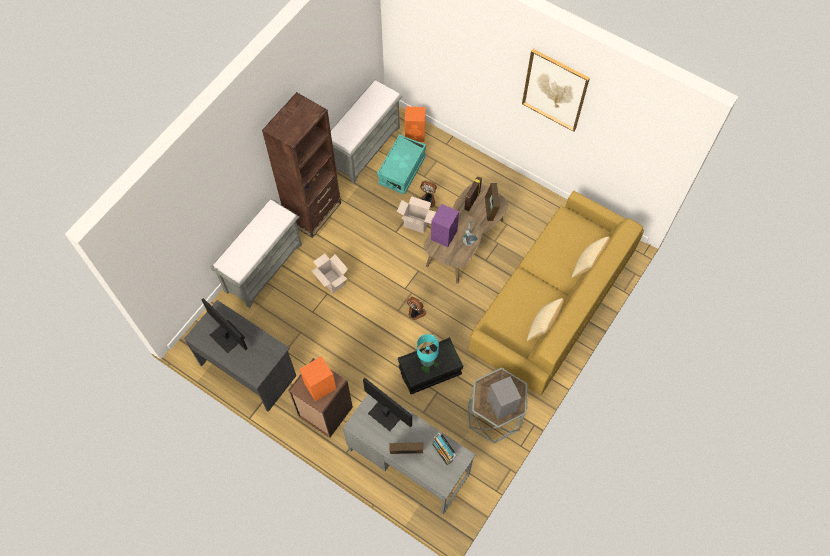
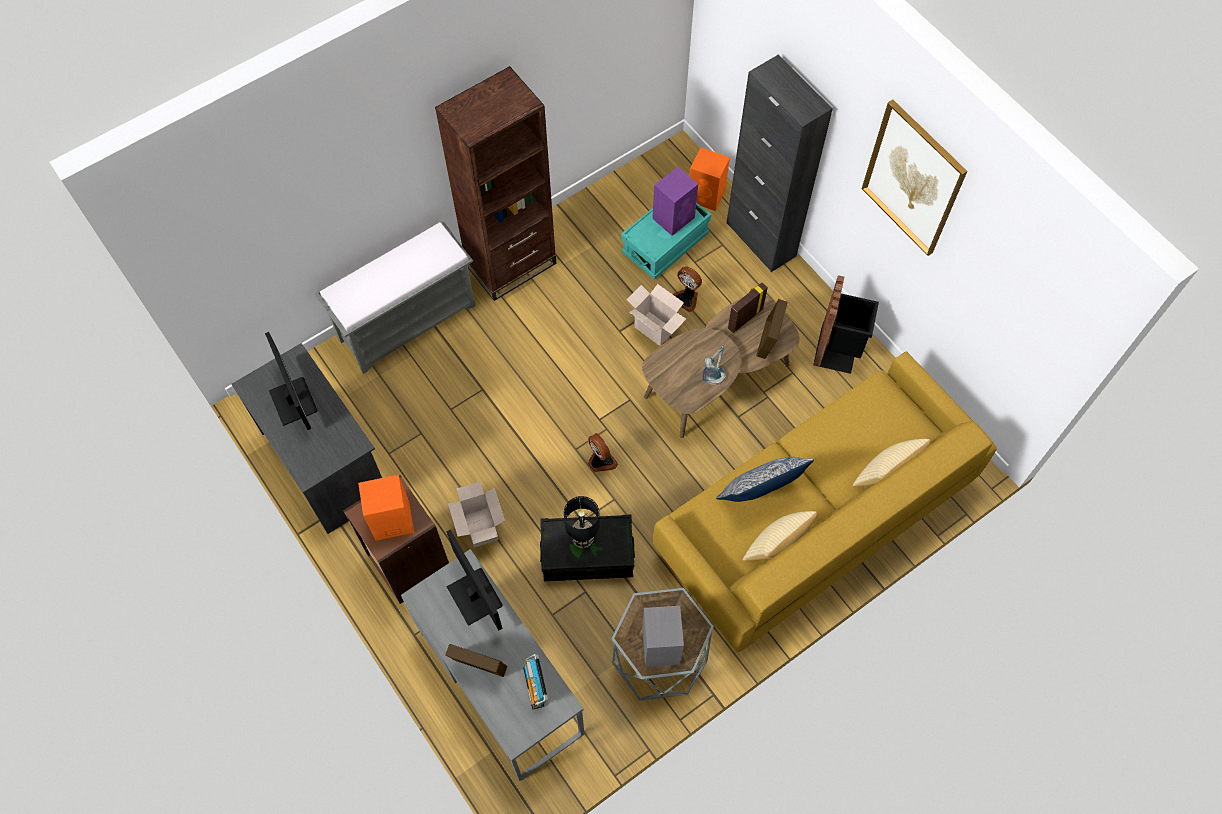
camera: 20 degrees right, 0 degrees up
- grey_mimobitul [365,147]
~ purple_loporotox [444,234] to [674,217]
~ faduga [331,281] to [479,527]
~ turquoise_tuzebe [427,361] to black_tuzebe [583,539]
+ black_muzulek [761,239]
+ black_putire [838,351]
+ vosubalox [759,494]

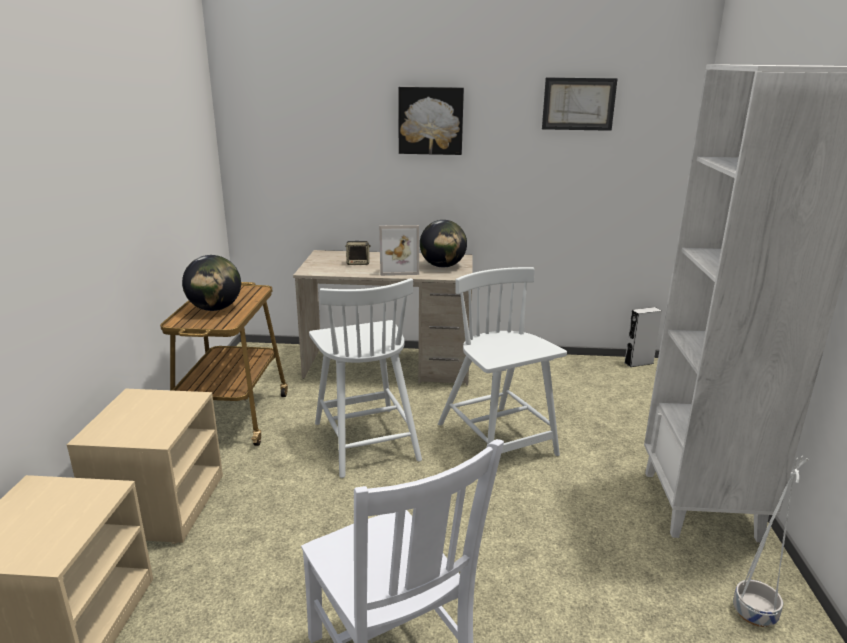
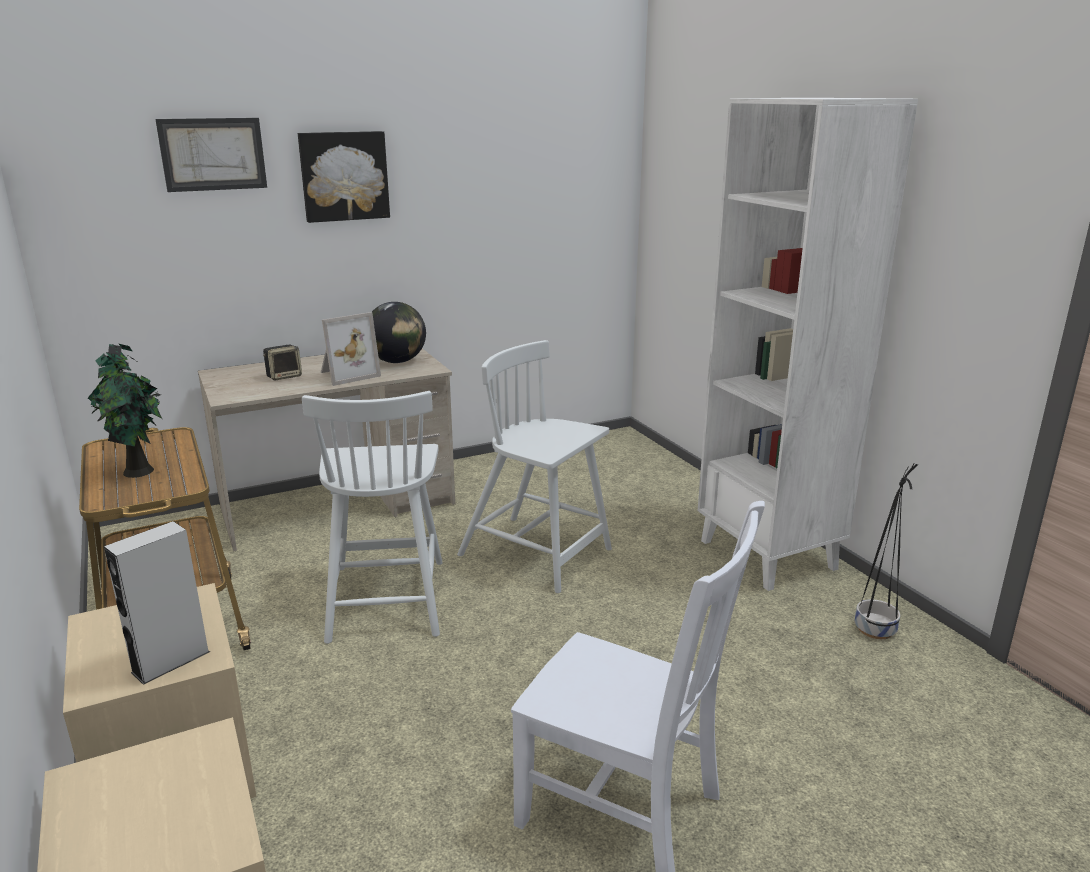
camera: 30 degrees left, 0 degrees up
~ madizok [578,104] to [213,154]
~ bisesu [215,309] to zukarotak [140,472]
~ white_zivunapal [365,439] = [386,598] 45 degrees clockwise
~ grey_loporotox [638,363] to [171,662]
~ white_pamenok [755,613] to black_pamenok [875,630]

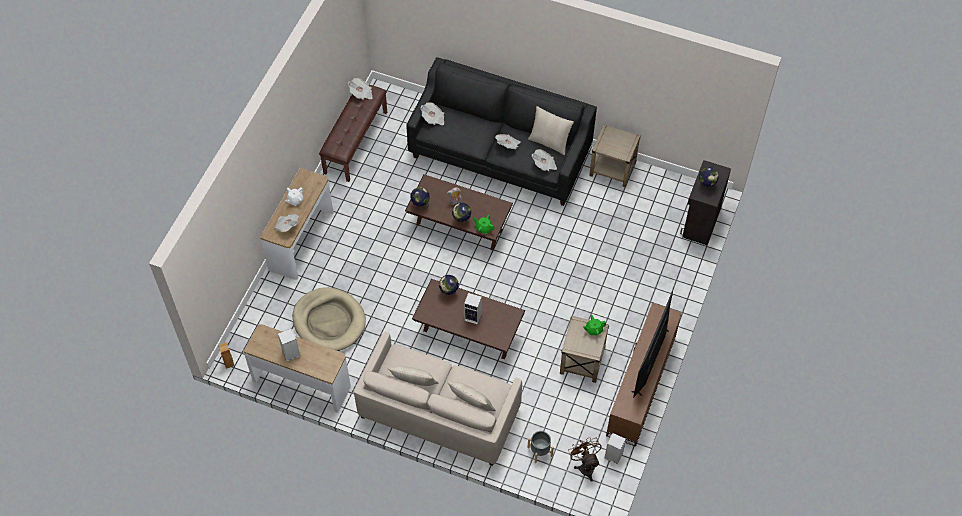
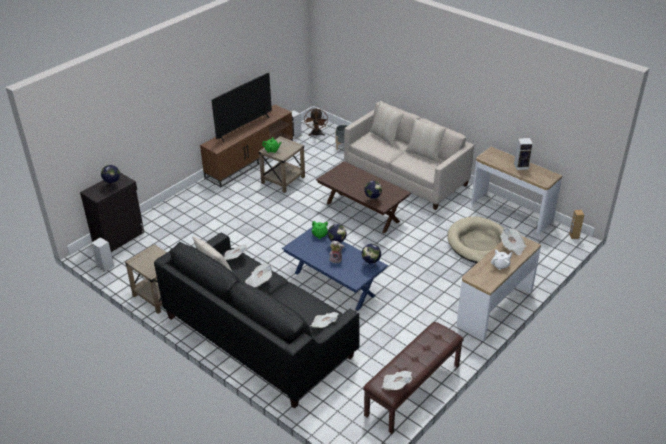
camera: 160 degrees left, 20 degrees down
~ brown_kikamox [459,226] to blue_kikamox [334,284]
~ loporotox [473,317] to [104,266]

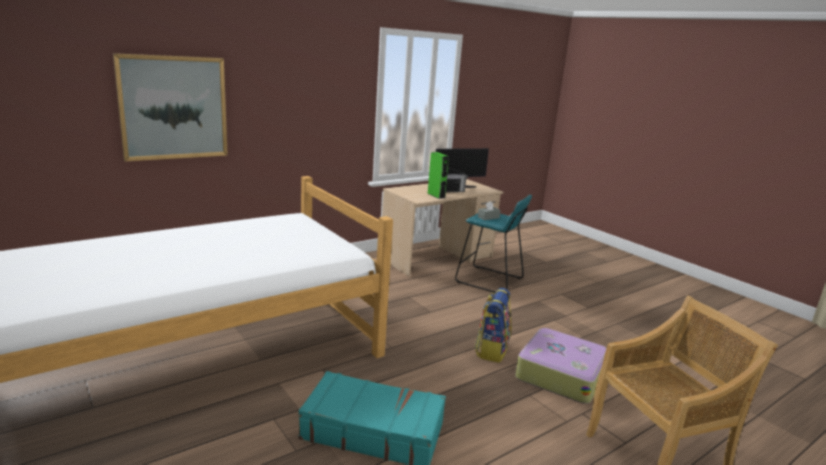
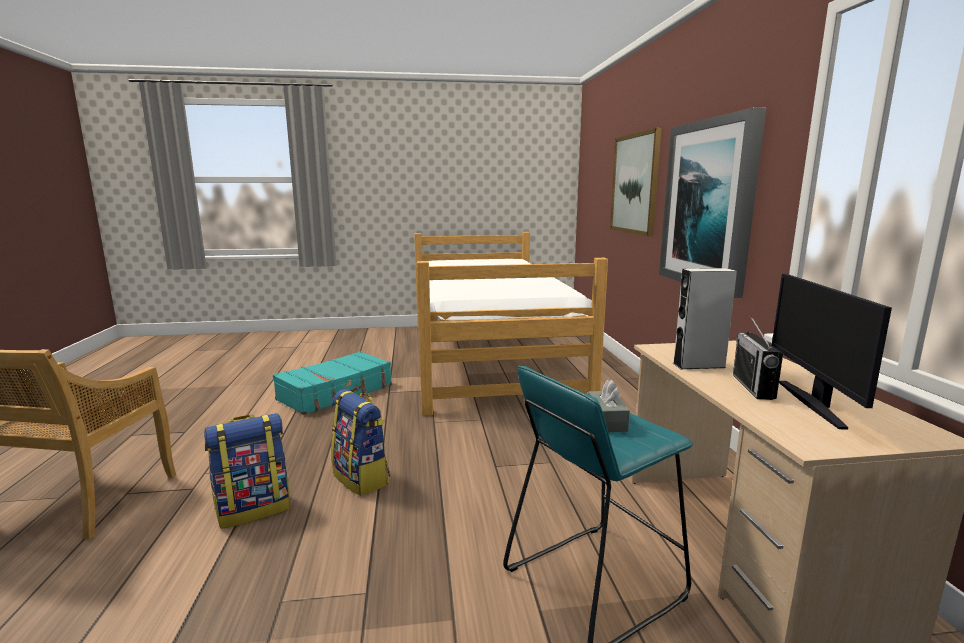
camera: 120 degrees right, 5 degrees down
~ green_loporotox [436,195] to grey_loporotox [699,365]
~ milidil [560,374] to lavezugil [254,508]
+ madizok [709,204]

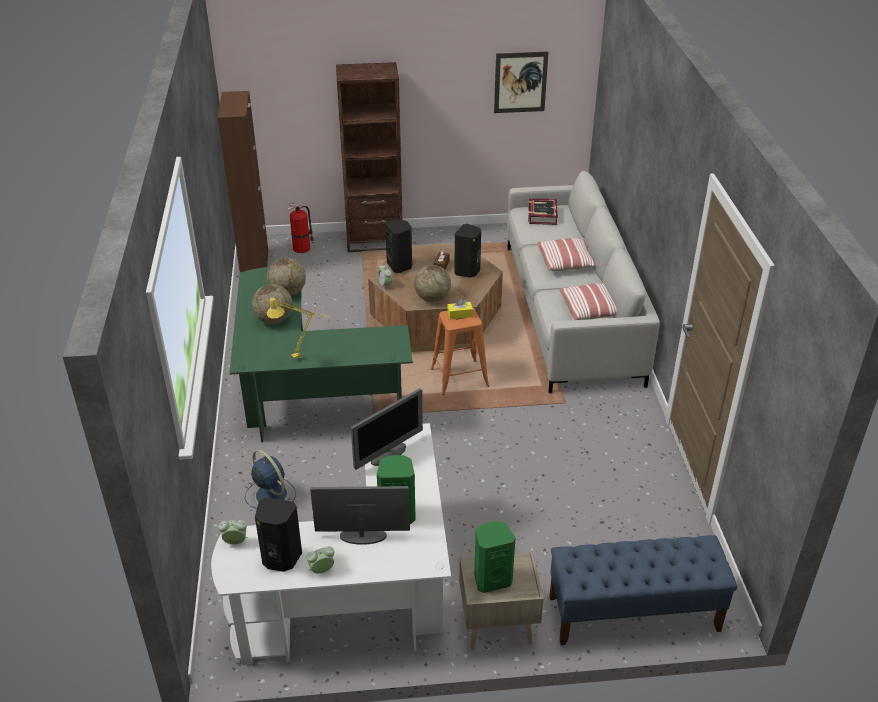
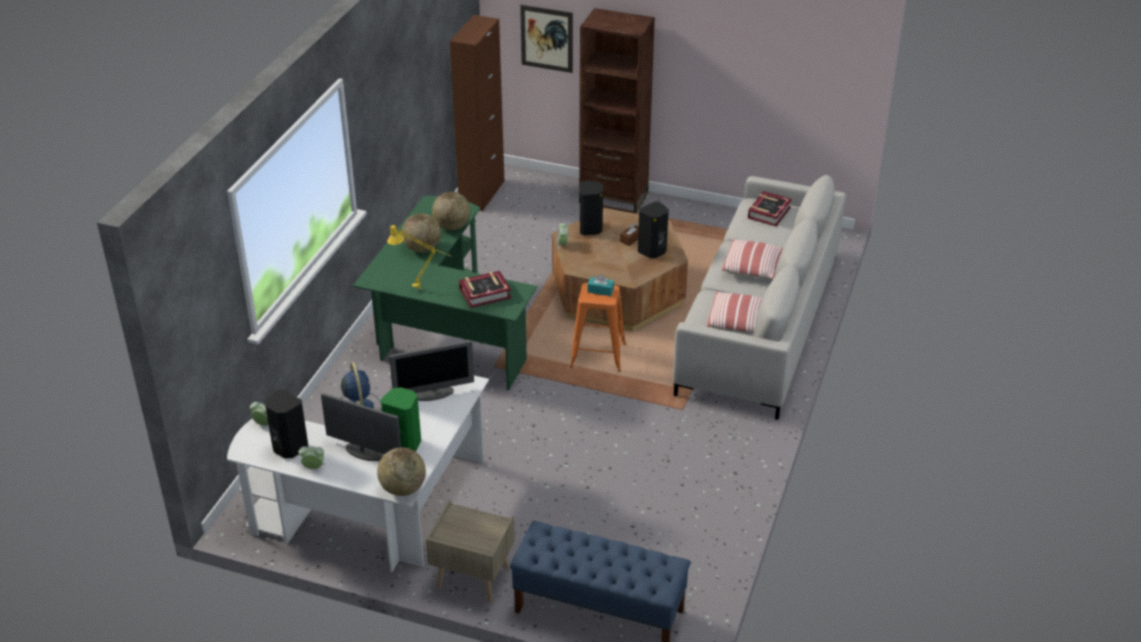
camera: 25 degrees right, 0 degrees up
~ madizok [520,82] to [546,38]
- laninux [302,248]
~ bisesu [432,298] to [403,488]
~ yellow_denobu [460,314] to turquoise_denobu [600,290]
- green_loporotox [491,579]
+ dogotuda [485,293]

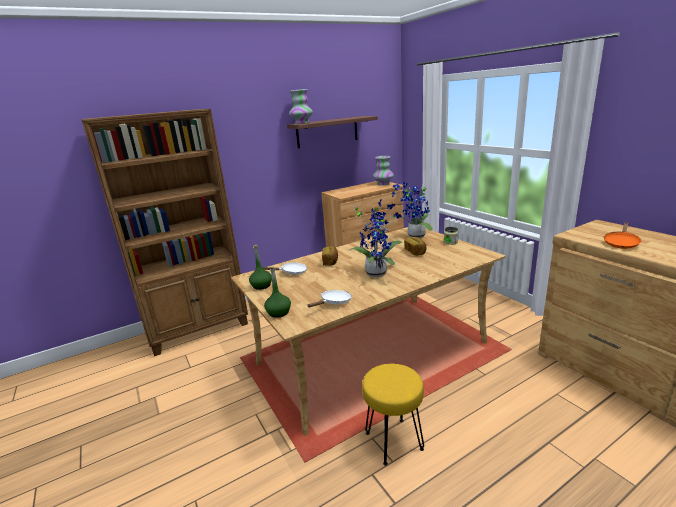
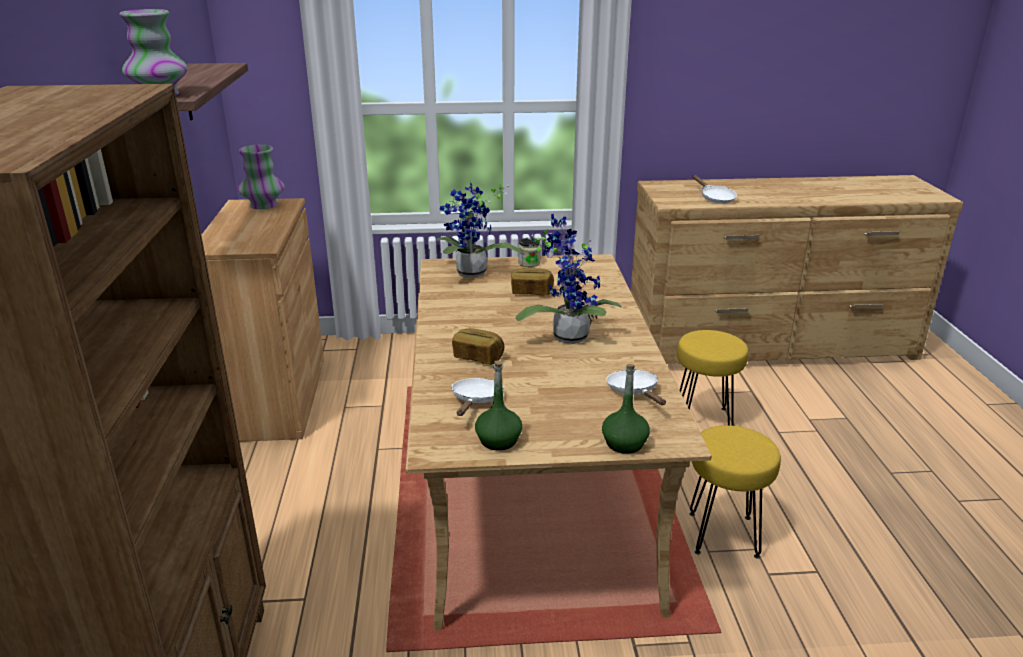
camera: 65 degrees left, 5 degrees up
~ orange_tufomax [621,243] to white_tufomax [715,198]
+ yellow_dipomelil [704,420]

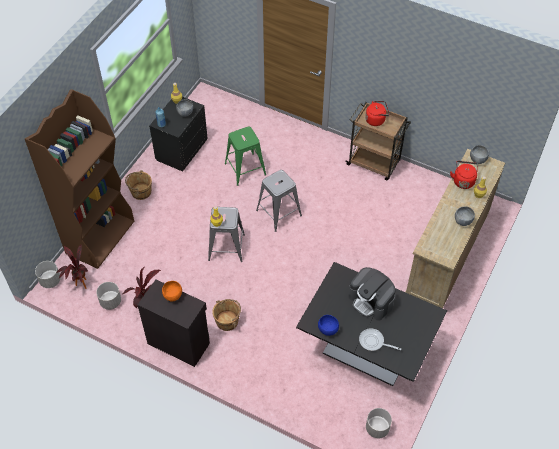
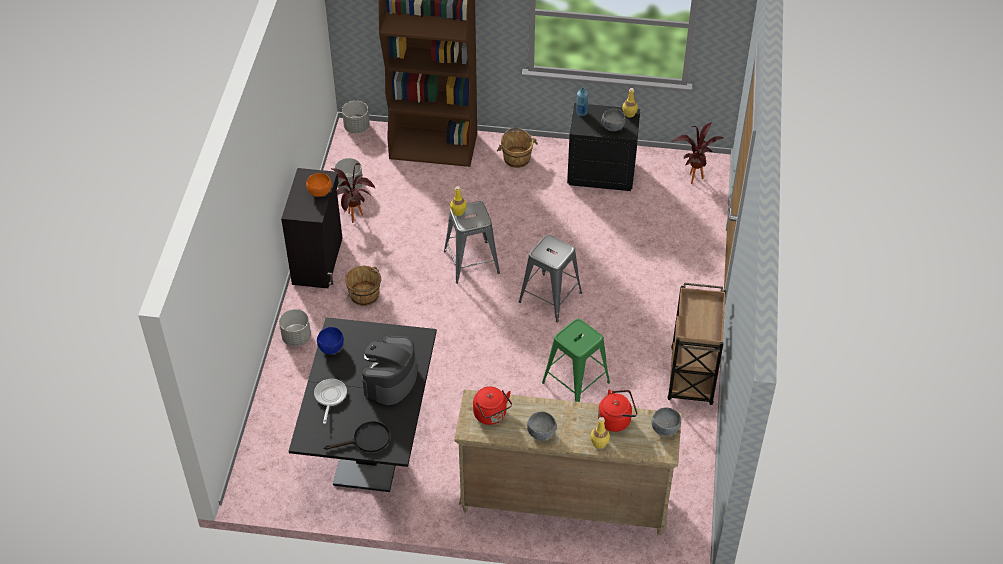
camera: 70 degrees right, 5 degrees down
~ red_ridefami [376,120] to [491,415]
~ green_dipomelil [245,169] to [575,382]
~ zukarotak [79,285] to [691,176]
~ grey_pamenok [377,428] to [296,337]
+ black_tufomax [366,440]

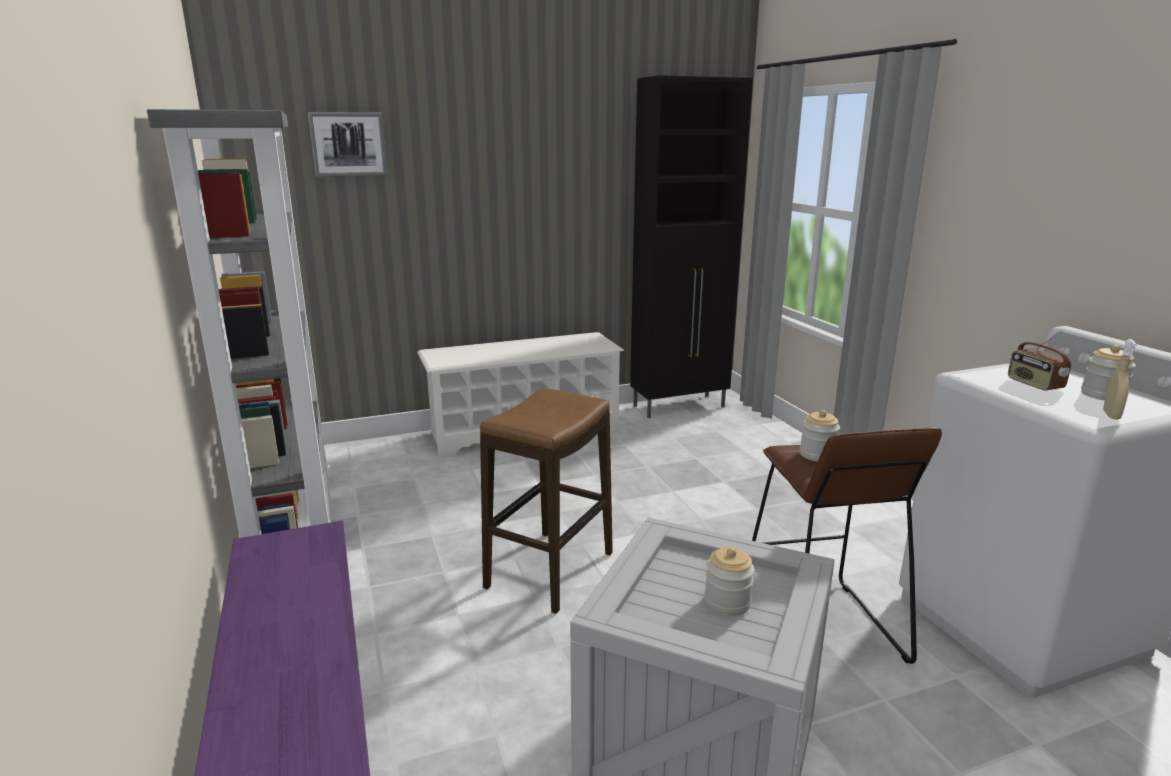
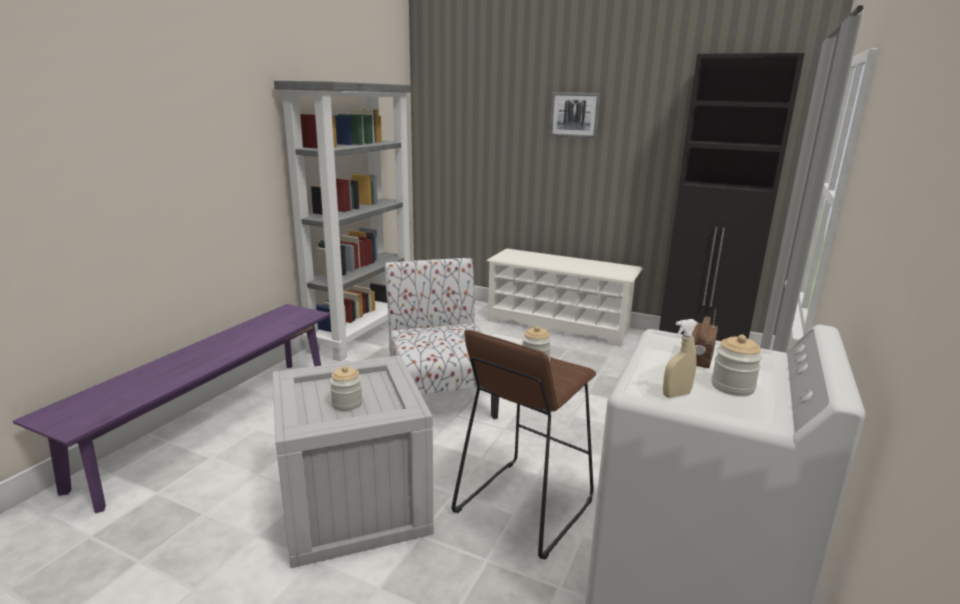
camera: 45 degrees right, 0 degrees up
~ madizok [348,144] to [574,115]
~ dipomelil [550,570] to zivunapal [440,396]

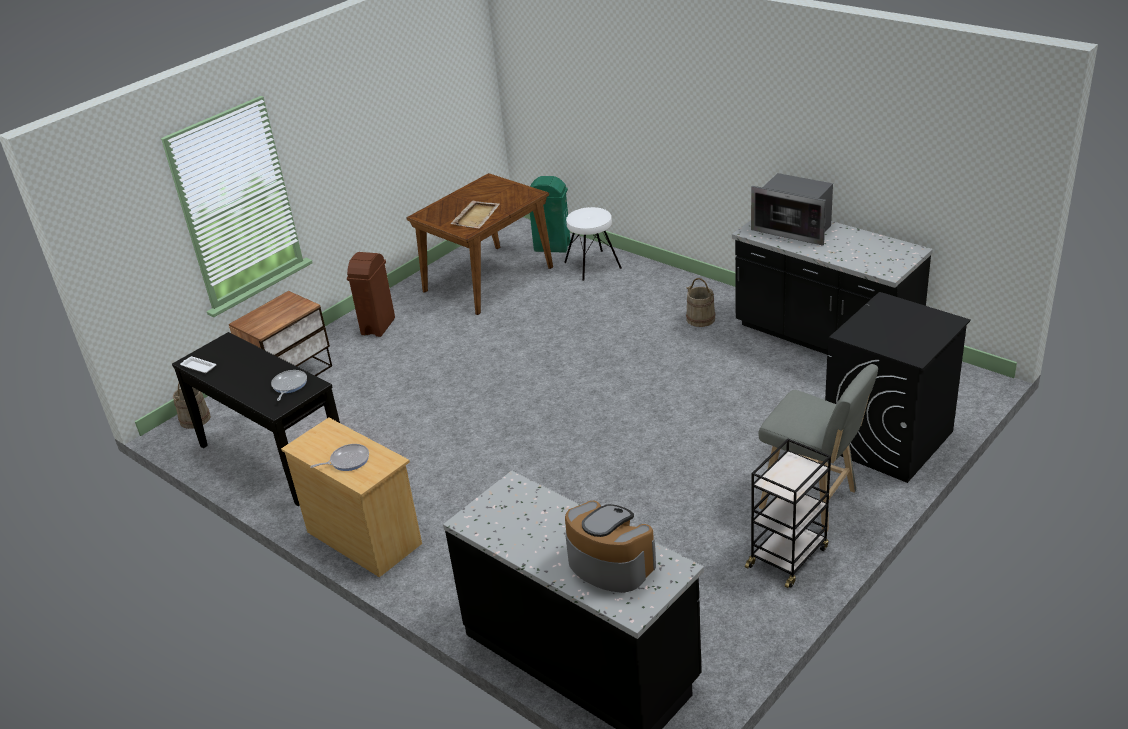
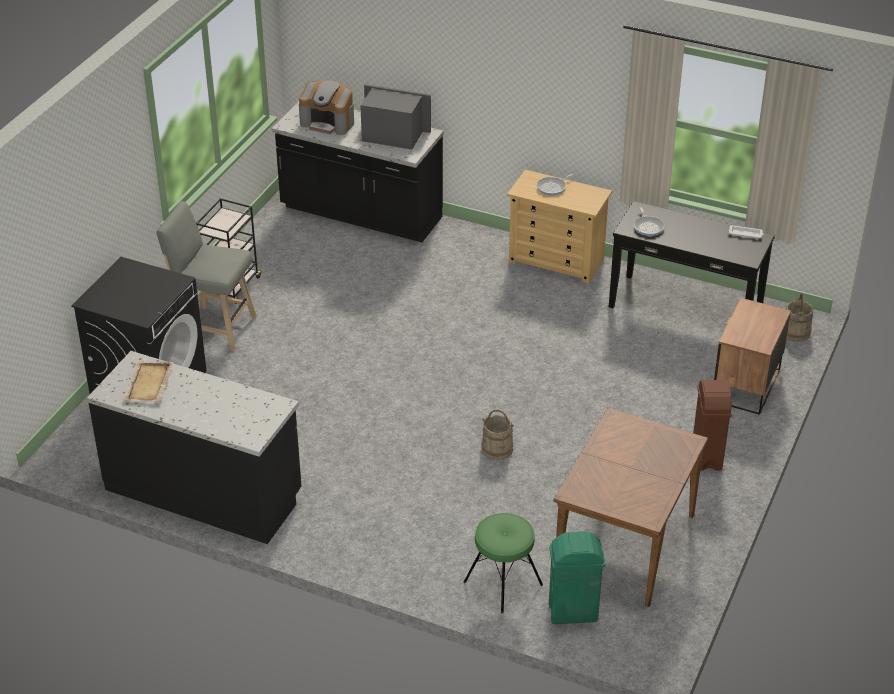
camera: 160 degrees right, 5 degrees up
~ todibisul [795,229] to [392,135]
~ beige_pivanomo [476,216] to [148,384]
~ white_dipomelil [592,265] to green_dipomelil [503,583]
~ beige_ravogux [700,319] to [497,448]

